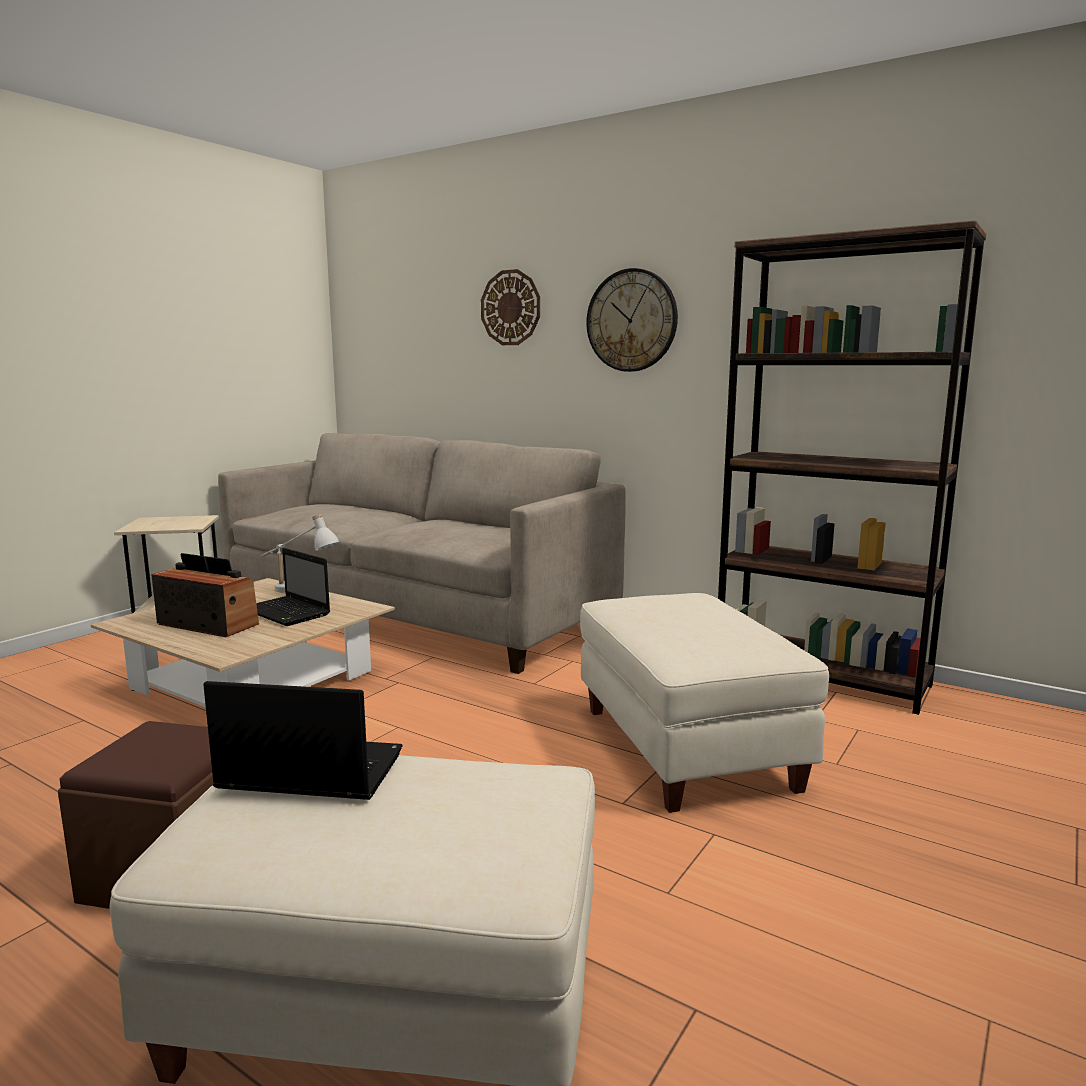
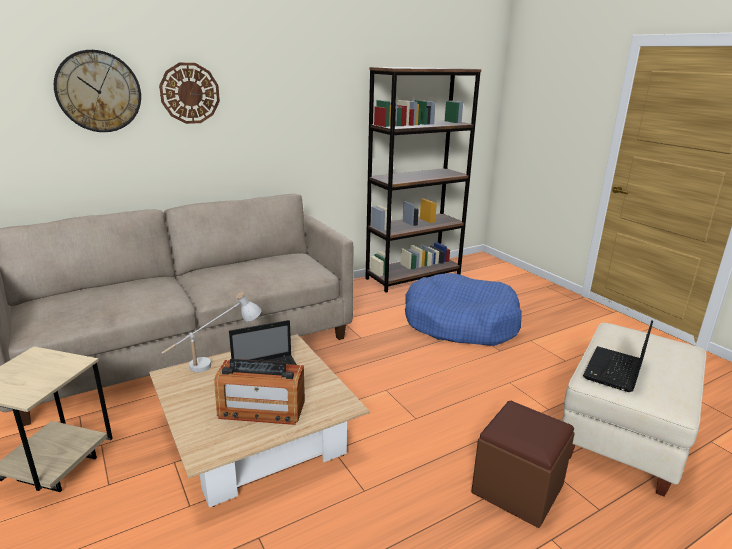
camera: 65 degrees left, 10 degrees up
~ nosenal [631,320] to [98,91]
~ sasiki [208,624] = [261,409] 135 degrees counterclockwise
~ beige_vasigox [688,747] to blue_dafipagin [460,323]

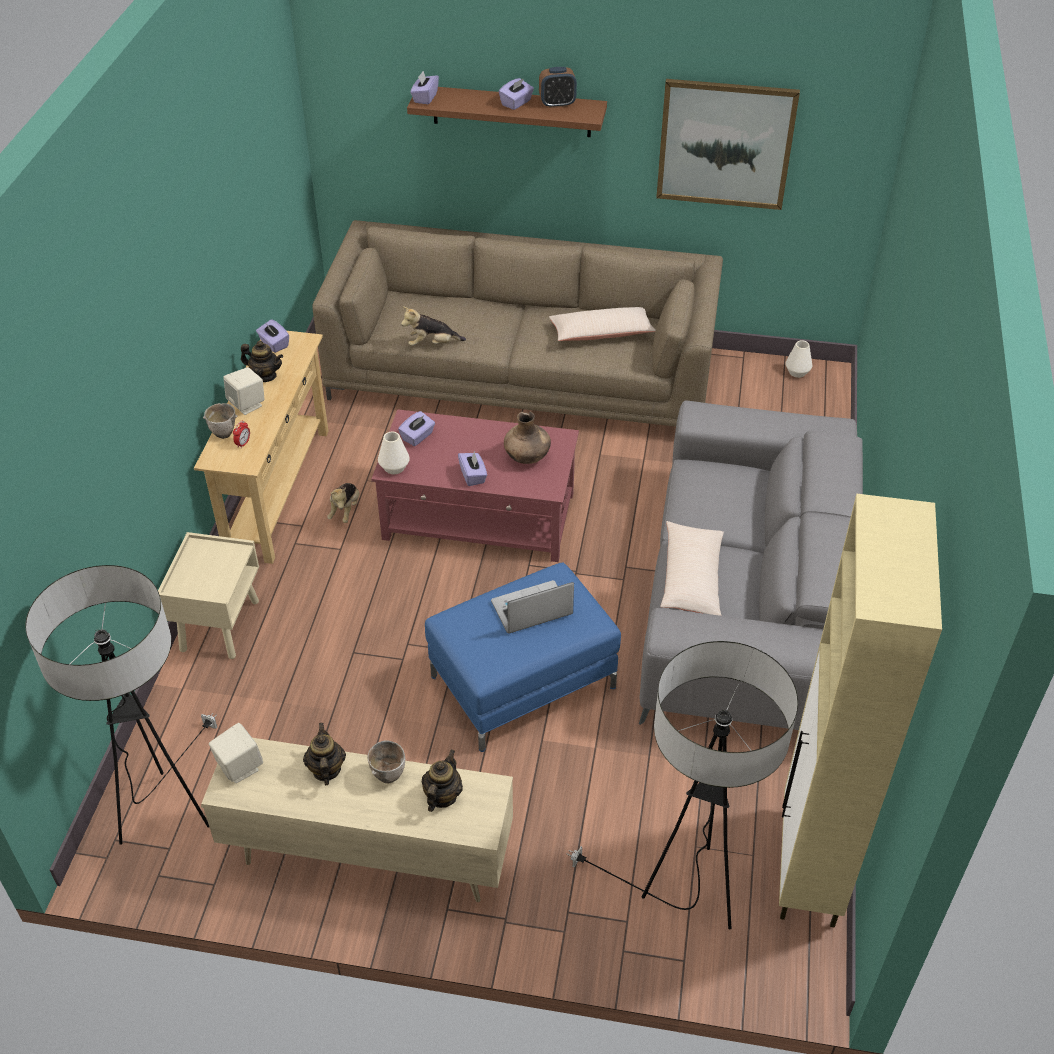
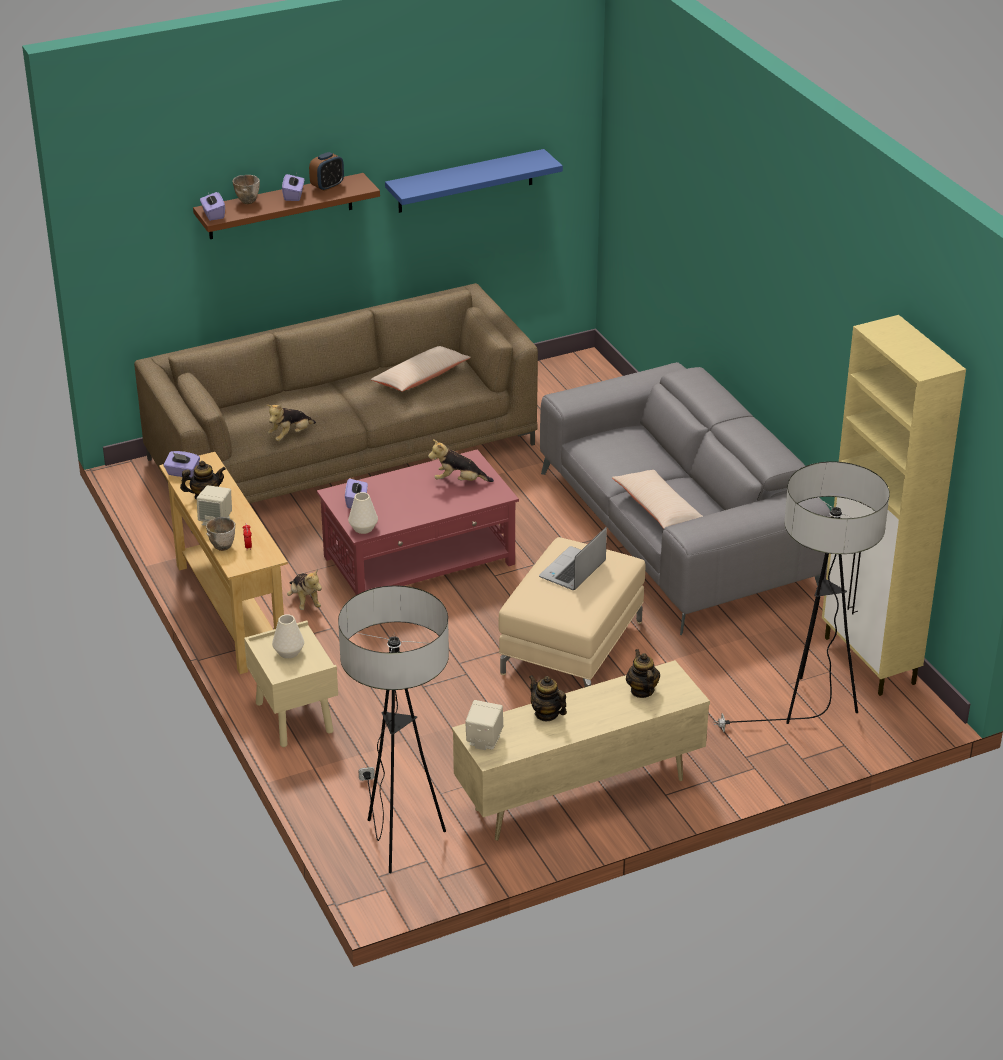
camera: 35 degrees left, 10 degrees down
~ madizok [725,144] to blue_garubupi [465,181]
~ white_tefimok [797,372] to [288,652]
~ brown_tefimok [527,457] to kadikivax [459,481]
- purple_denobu [473,476]
~ blue_vasigox [523,683] to beige_vasigox [572,648]
~ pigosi [390,774] to [248,201]

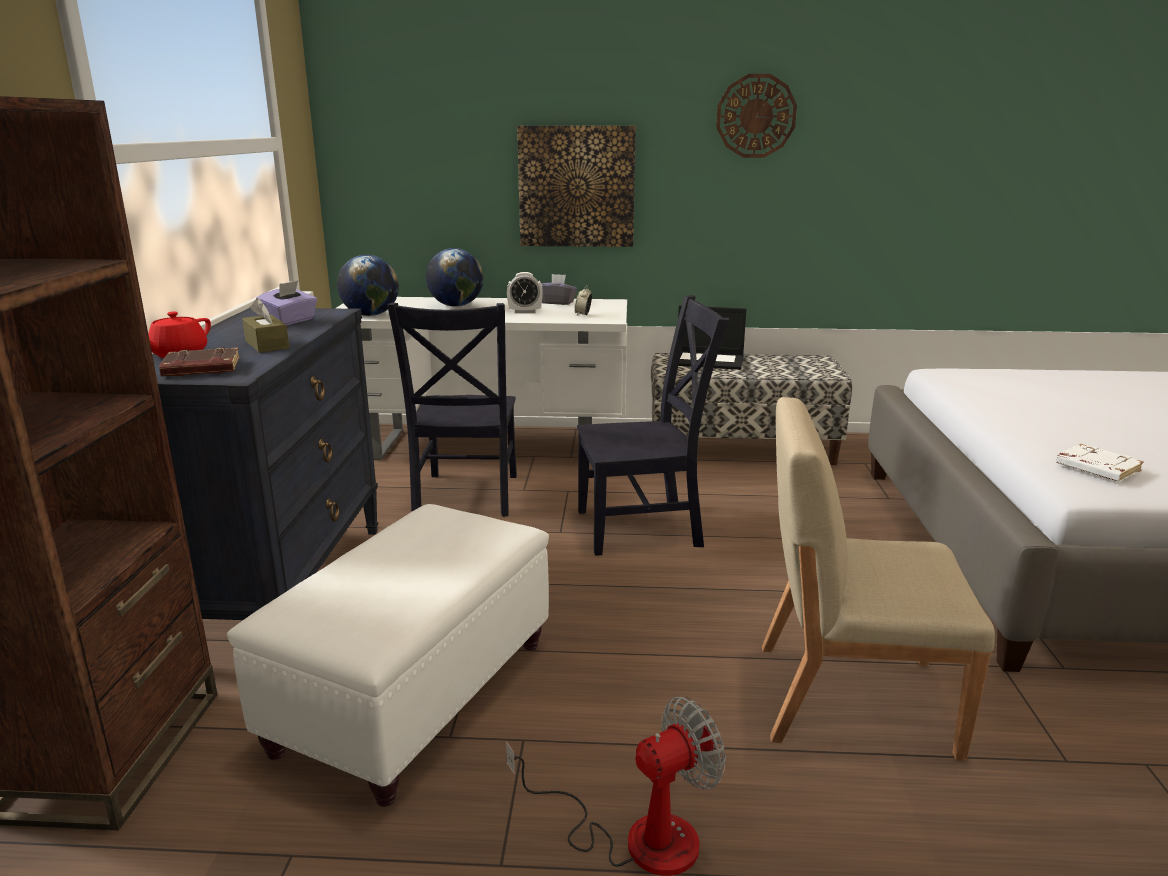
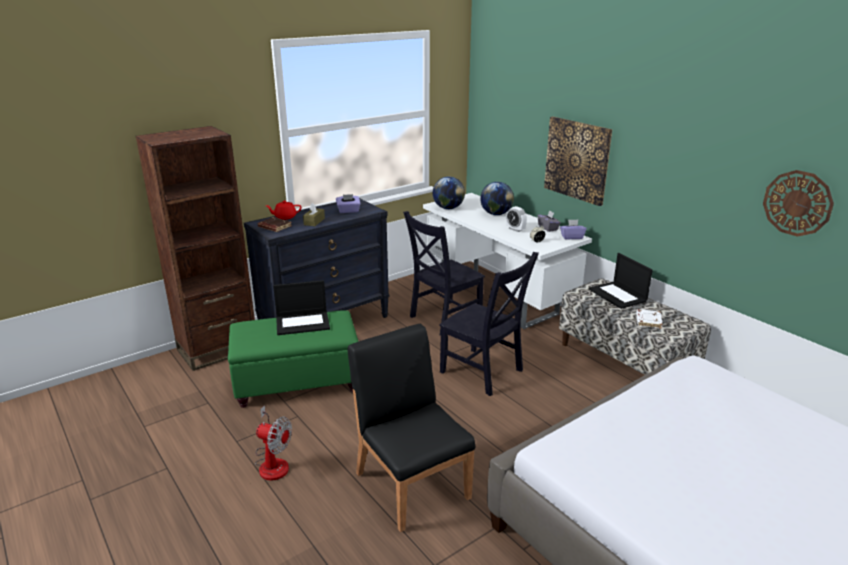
camera: 50 degrees right, 5 degrees up
~ nosenal [756,116] to [797,203]
~ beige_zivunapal [850,697] to black_zivunapal [412,484]
~ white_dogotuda [1096,468] to [648,321]
~ white_vasigox [416,693] to green_vasigox [298,382]
+ purple_denobu [572,237]
+ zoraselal [303,323]

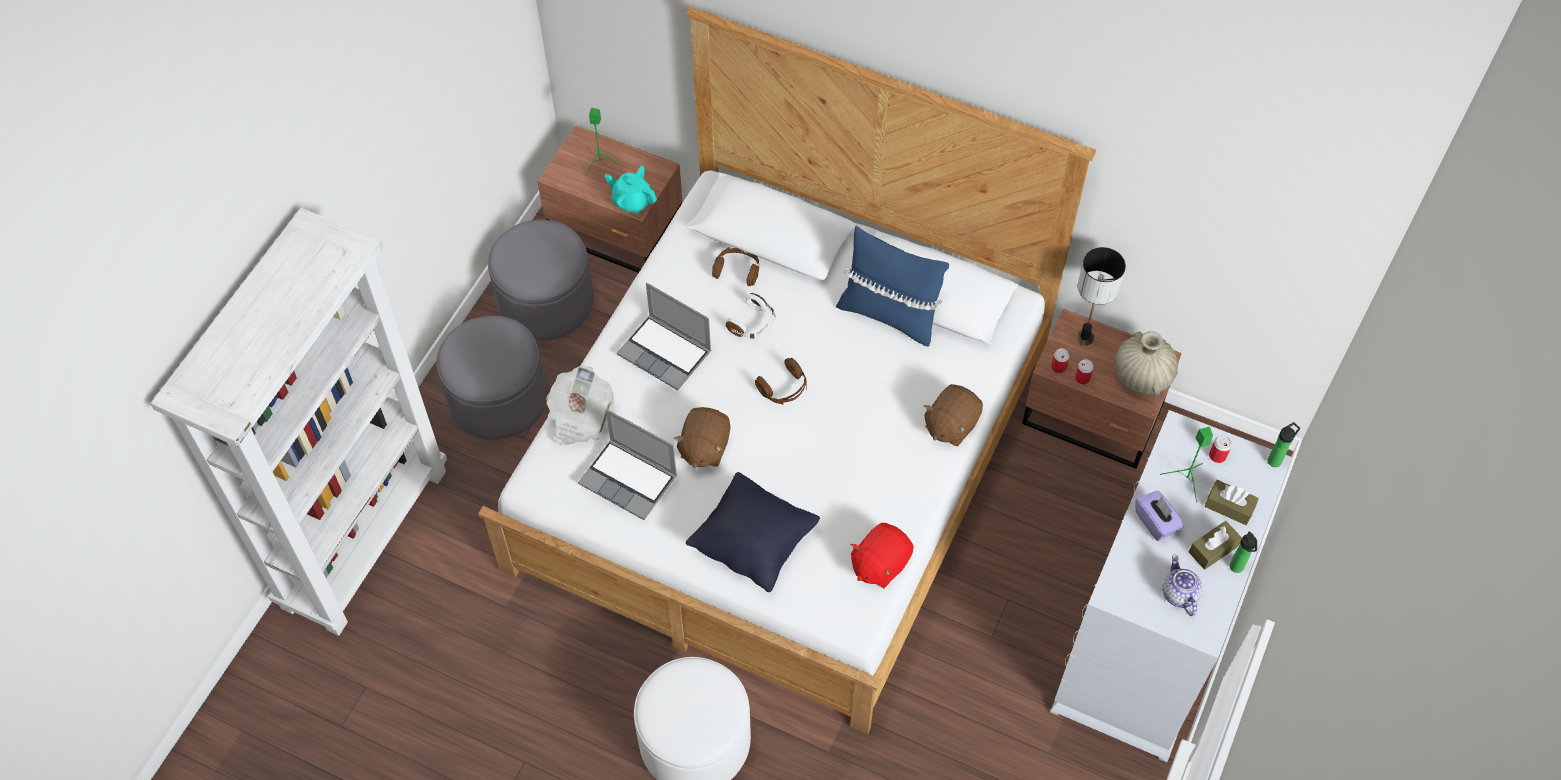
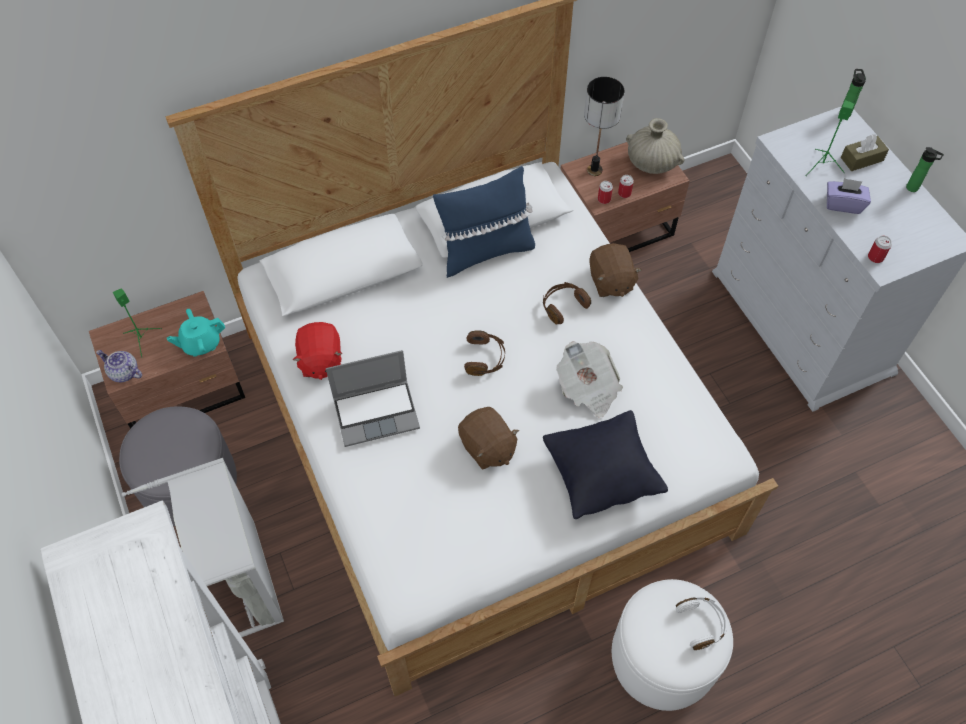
camera: 50 degrees left, 0 degrees up
~ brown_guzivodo [737,270] to [563,306]
~ white_guzivodo [753,323] to [701,624]
~ grey_vasigox [498,398] to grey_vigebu [239,582]
~ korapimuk [579,417] to [588,388]
- zoraselal [630,480]
~ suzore [1217,456] to [875,257]
- brown_denobu [1213,549]
~ red_kadikivax [879,564] to [320,361]
~ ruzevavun [1178,594] to [123,373]

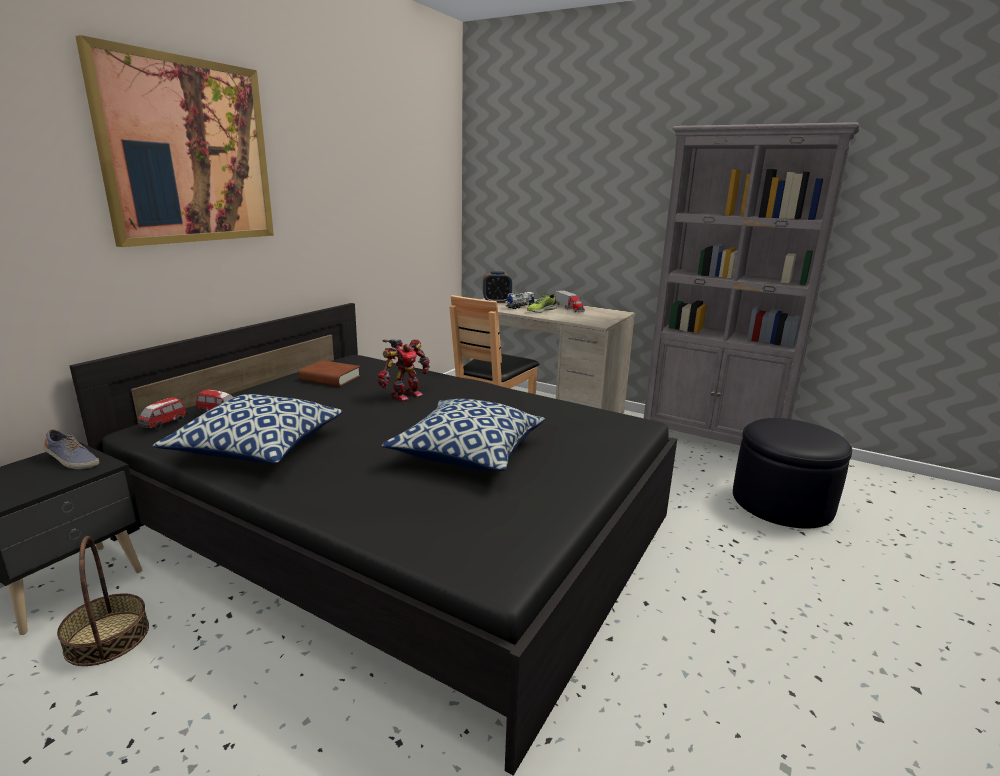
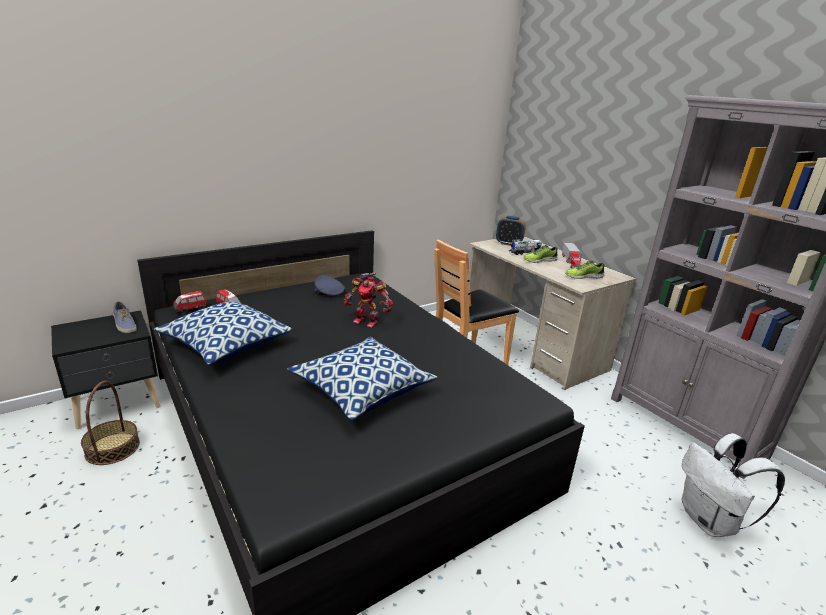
camera: 25 degrees right, 5 degrees up
- madizok [188,152]
~ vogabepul [405,395] = [367,321] 45 degrees clockwise
~ brown_dogotuda [330,378] to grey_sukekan [328,292]
~ black_vasigox [782,502] to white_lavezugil [710,521]
+ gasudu [583,276]

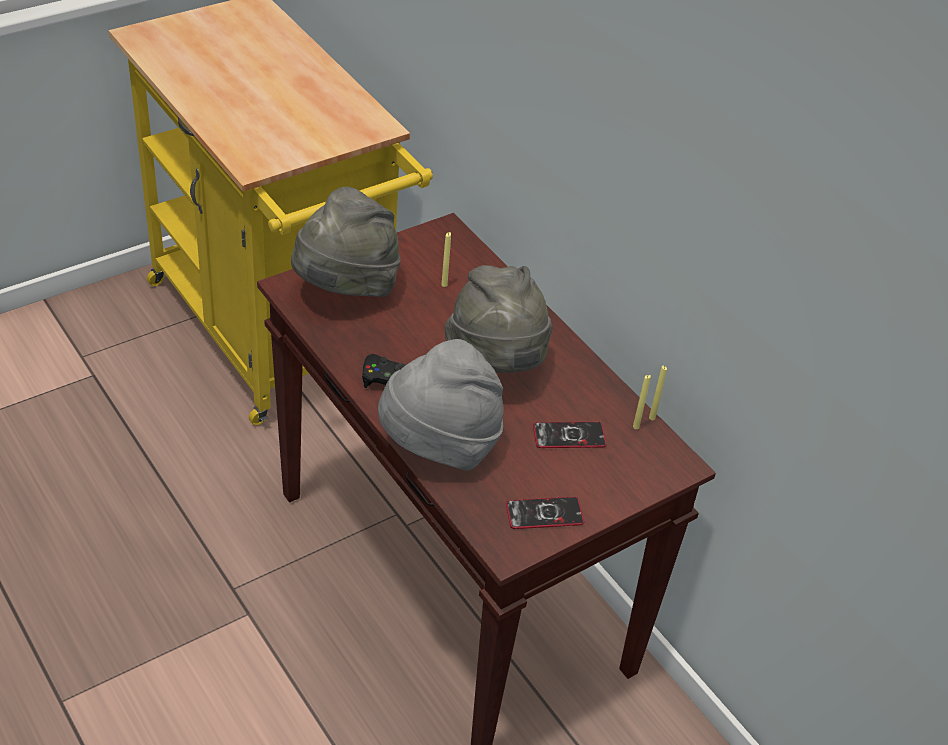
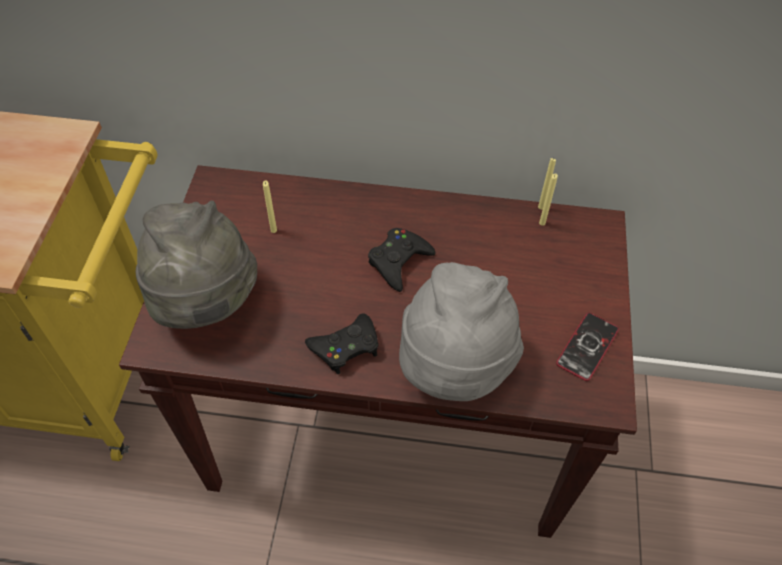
camera: 45 degrees left, 10 degrees up
~ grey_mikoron [496,365] to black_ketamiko [399,261]
- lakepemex [569,436]

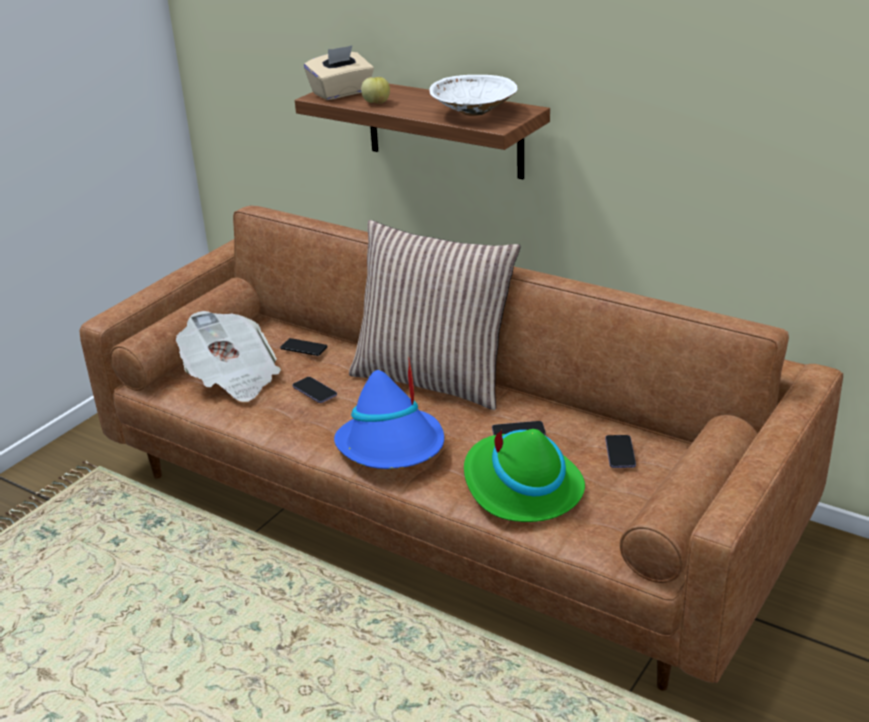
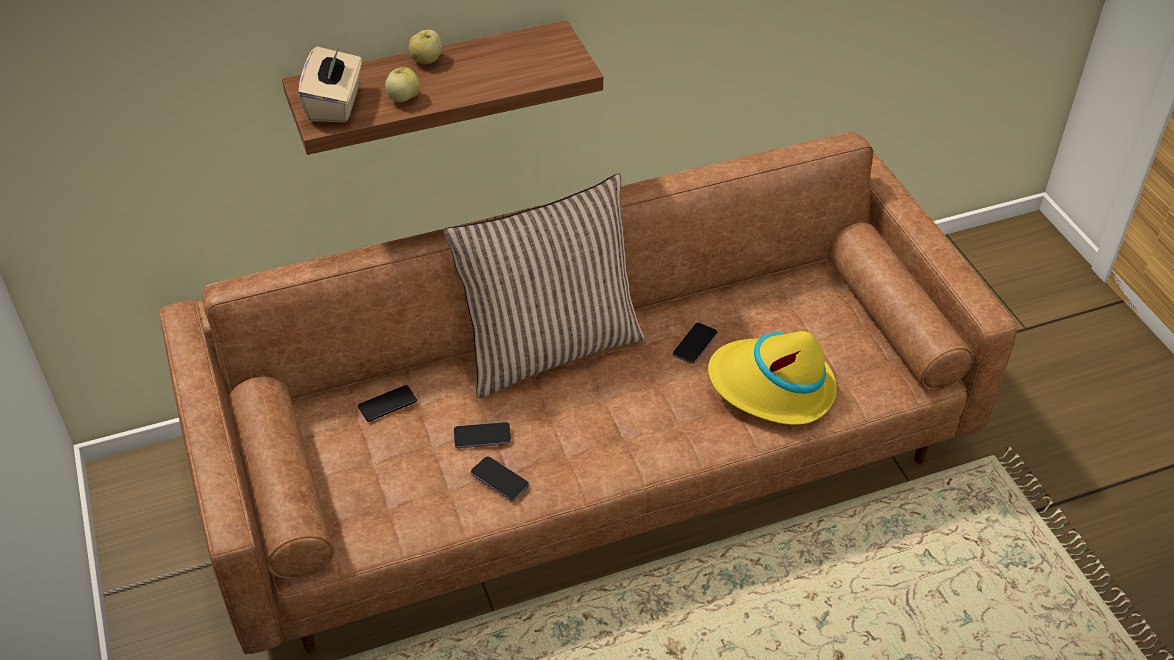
camera: 55 degrees left, 15 degrees up
- white_pigosi [473,113]
- korapimuk [232,378]
- blue_mikoron [392,447]
~ green_mikoron [520,486] to yellow_mikoron [771,387]
~ lakepemex [620,453] to [499,480]
+ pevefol [427,60]

